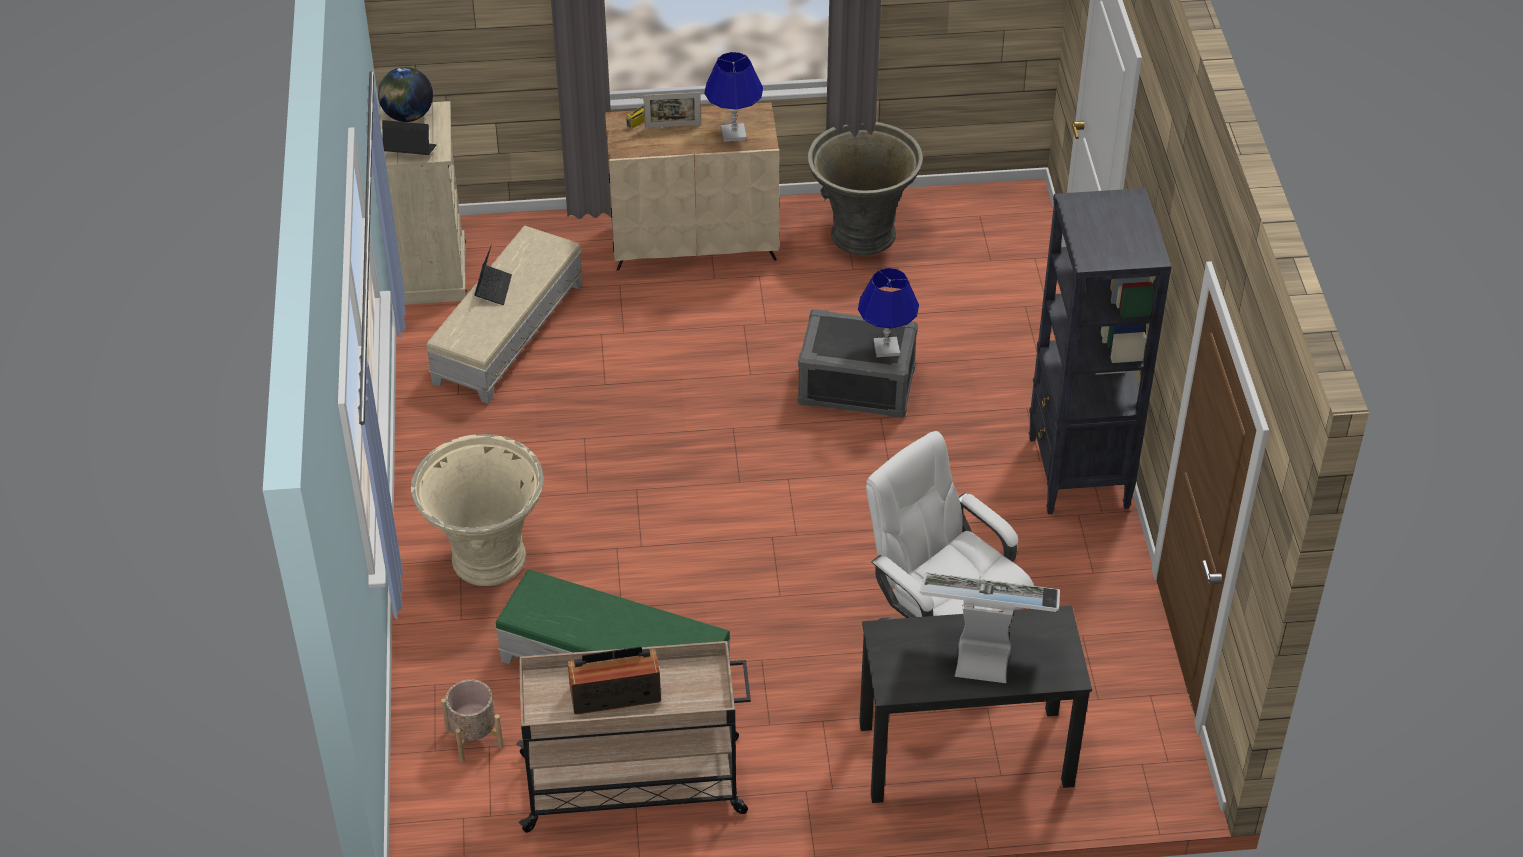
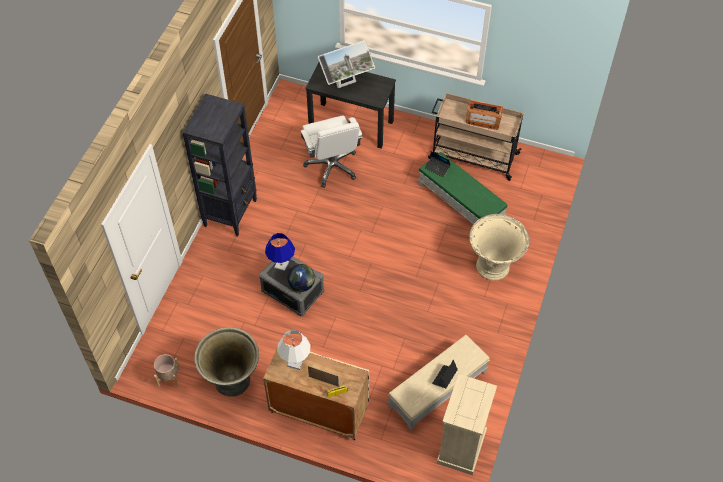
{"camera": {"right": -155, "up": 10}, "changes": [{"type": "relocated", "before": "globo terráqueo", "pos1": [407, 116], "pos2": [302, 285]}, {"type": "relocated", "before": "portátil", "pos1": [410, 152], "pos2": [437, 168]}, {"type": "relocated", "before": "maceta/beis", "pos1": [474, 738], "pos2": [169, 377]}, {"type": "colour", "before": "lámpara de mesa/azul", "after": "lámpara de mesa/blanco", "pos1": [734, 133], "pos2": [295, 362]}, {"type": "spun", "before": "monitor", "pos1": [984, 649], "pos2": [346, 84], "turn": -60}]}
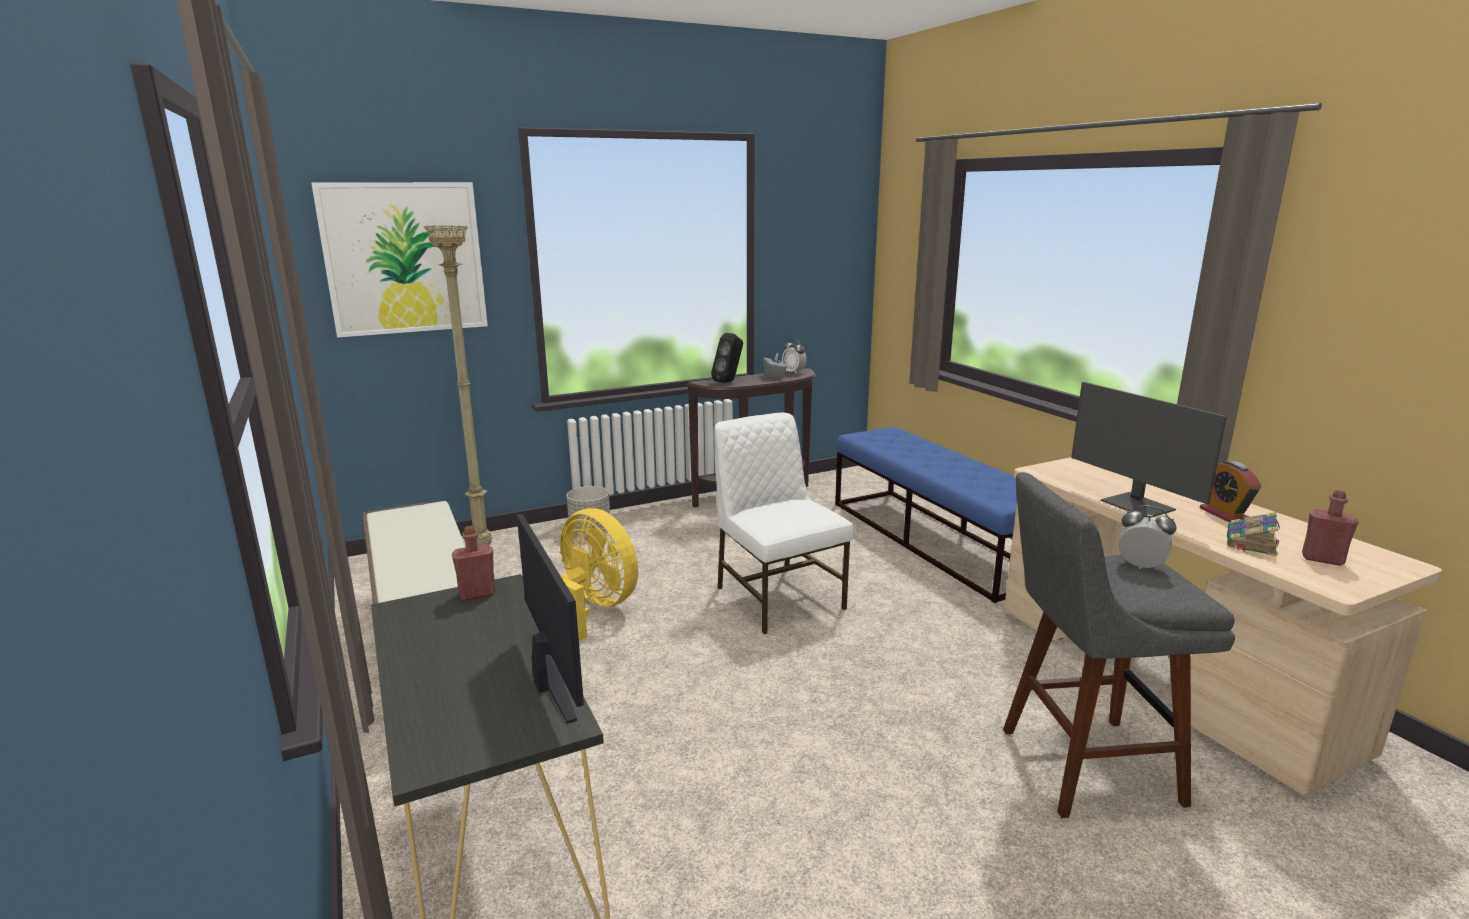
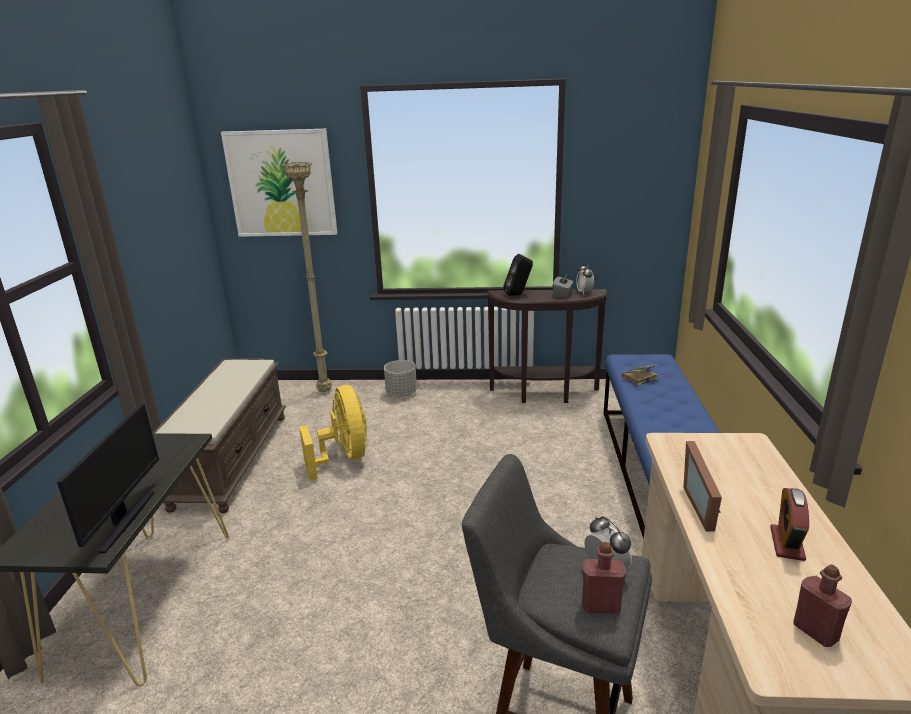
{"camera": {"right": 30, "up": 5}, "changes": [{"type": "missing", "before": "silla/blanco", "pos1": [777, 597]}, {"type": "relocated", "before": "botella/rojo", "pos1": [477, 594], "pos2": [601, 606]}, {"type": "relocated", "before": "libro", "pos1": [1251, 543], "pos2": [639, 378]}, {"type": "exchanged", "before": "monitor", "after": "portarretratos", "pos1": [1136, 506], "pos2": [704, 506]}]}
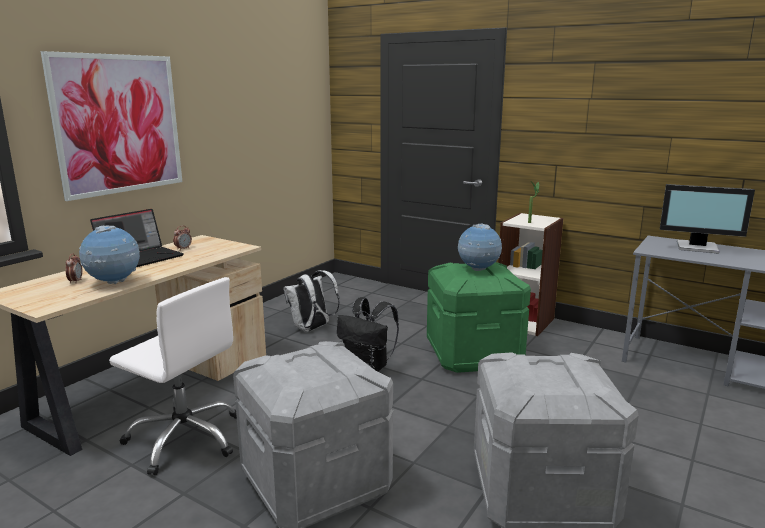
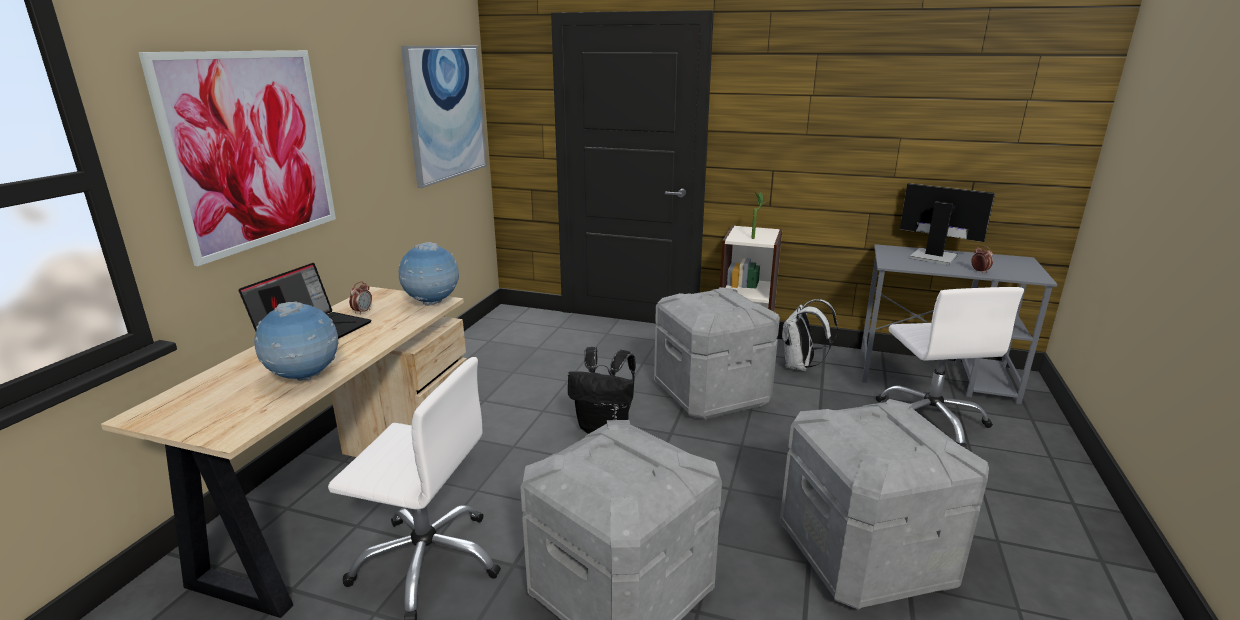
{"camera": {"right": -15, "up": 5}, "changes": [{"type": "appeared", "after": "cuadro", "pos2": [446, 113]}, {"type": "appeared", "after": "silla de oficina/blanco", "pos2": [930, 420]}, {"type": "relocated", "before": "despertador", "pos1": [75, 281], "pos2": [979, 271]}, {"type": "relocated", "before": "mochila/blanco", "pos1": [312, 329], "pos2": [800, 366]}, {"type": "relocated", "before": "globo terráqueo", "pos1": [478, 270], "pos2": [432, 303]}, {"type": "colour", "before": "caja de almacenaje/verde", "after": "caja de almacenaje/gris", "pos1": [472, 354], "pos2": [710, 394]}, {"type": "spun", "before": "monitor", "pos1": [698, 247], "pos2": [933, 256], "turn": -150}]}
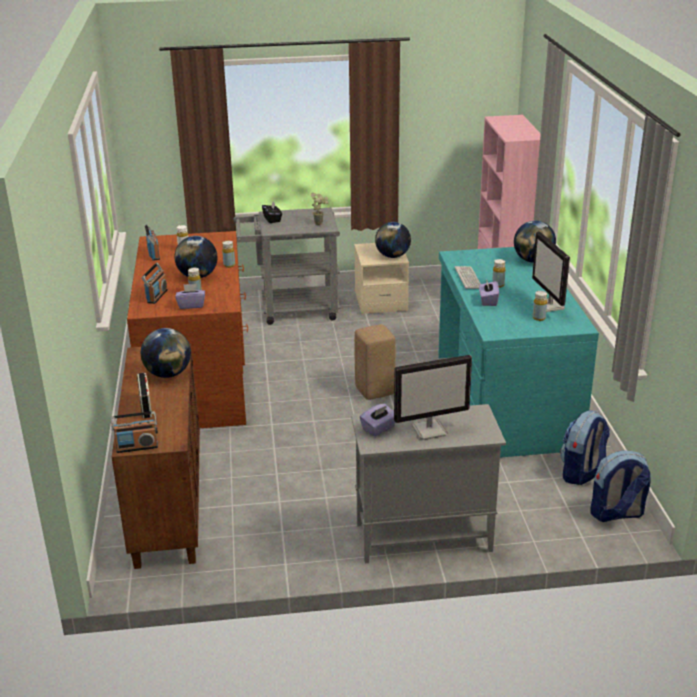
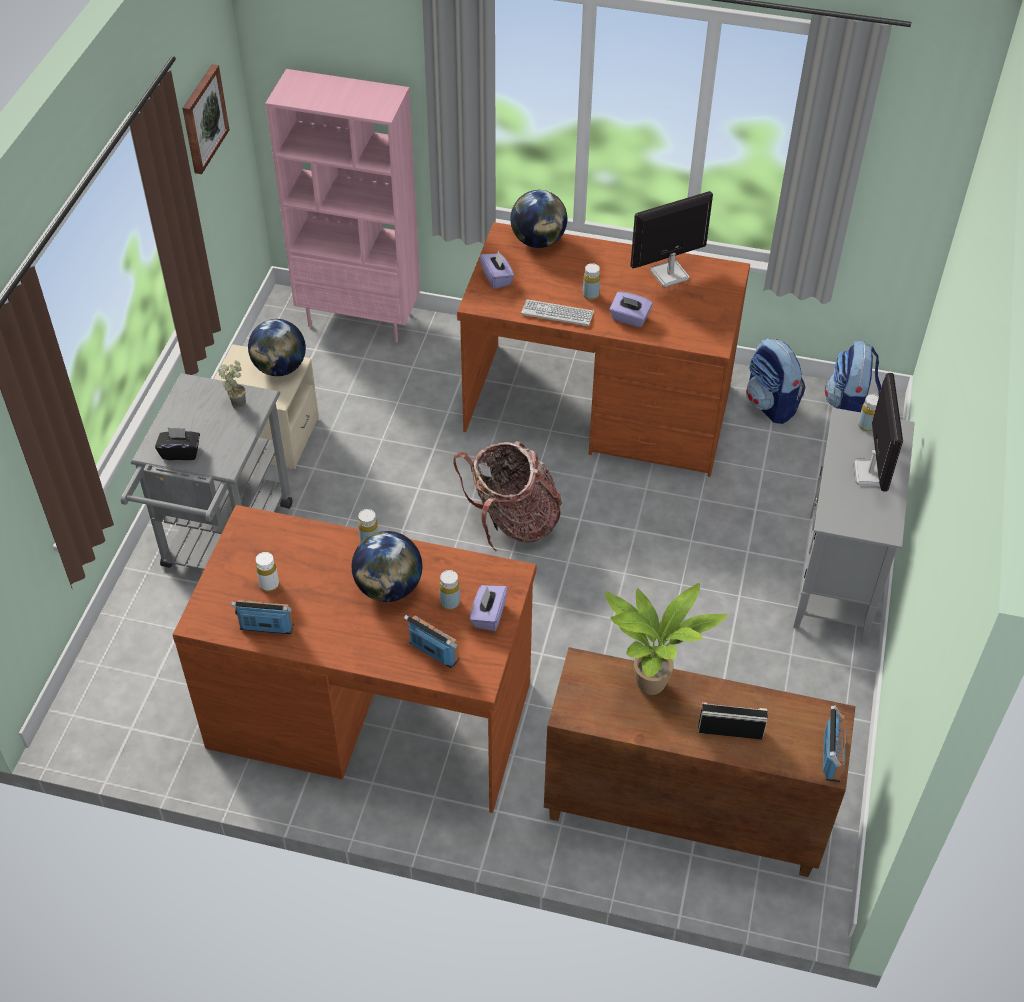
{"camera": {"right": -70, "up": 20}, "changes": [{"type": "appeared", "after": "cuadro", "pos2": [203, 118]}, {"type": "relocated", "before": "caja de pañuelos/morado", "pos1": [379, 428], "pos2": [497, 278]}, {"type": "relocated", "before": "botella/amarillo", "pos1": [539, 318], "pos2": [866, 425]}, {"type": "exchanged", "before": "globo terráqueo", "after": "planta en maceta", "pos1": [168, 374], "pos2": [651, 689]}, {"type": "exchanged", "before": "taburete/beis", "after": "mochila", "pos1": [374, 391], "pos2": [513, 522]}, {"type": "colour", "before": "escritorio/turquesa", "after": "escritorio/marrón", "pos1": [504, 401], "pos2": [598, 409]}, {"type": "spun", "before": "monitor", "pos1": [549, 306], "pos2": [668, 275], "turn": 150}]}
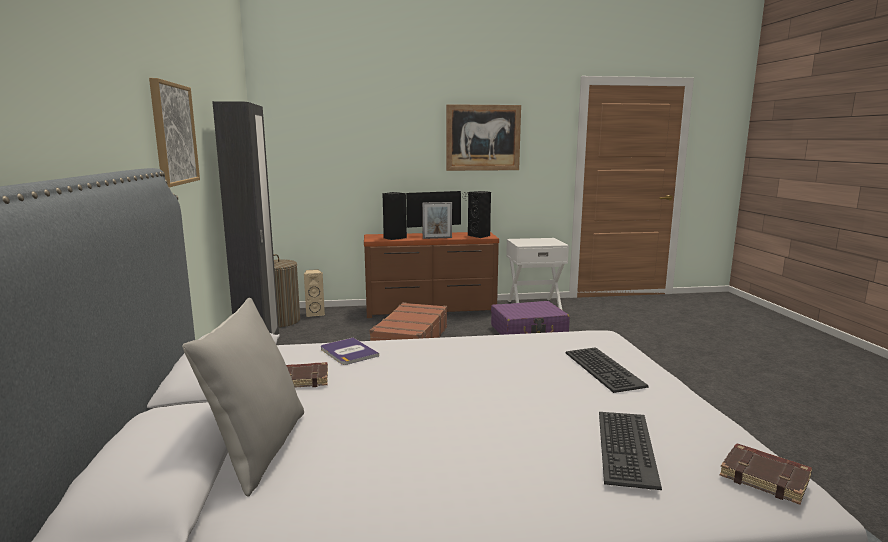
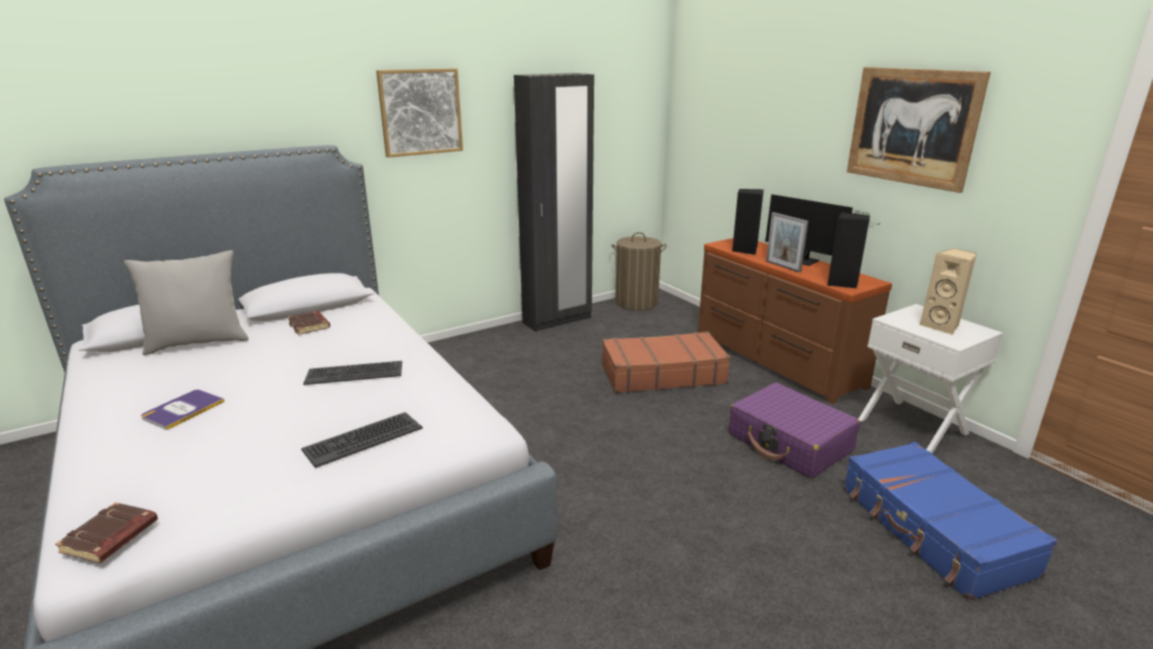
{"camera": {"right": 65, "up": 10}, "changes": [{"type": "appeared", "after": "maleta/azul", "pos2": [933, 531]}, {"type": "relocated", "before": "altavoz/beis", "pos1": [315, 313], "pos2": [942, 326]}, {"type": "relocated", "before": "libro", "pos1": [348, 352], "pos2": [183, 410]}, {"type": "relocated", "before": "teclado", "pos1": [624, 448], "pos2": [354, 373]}]}
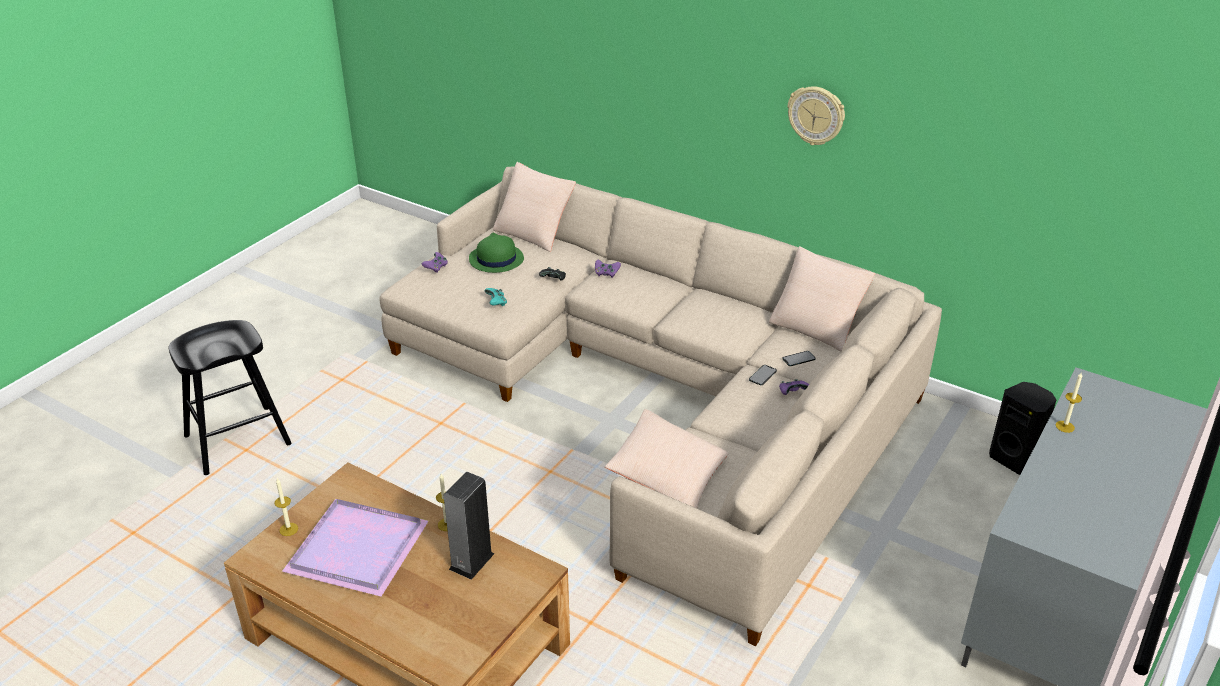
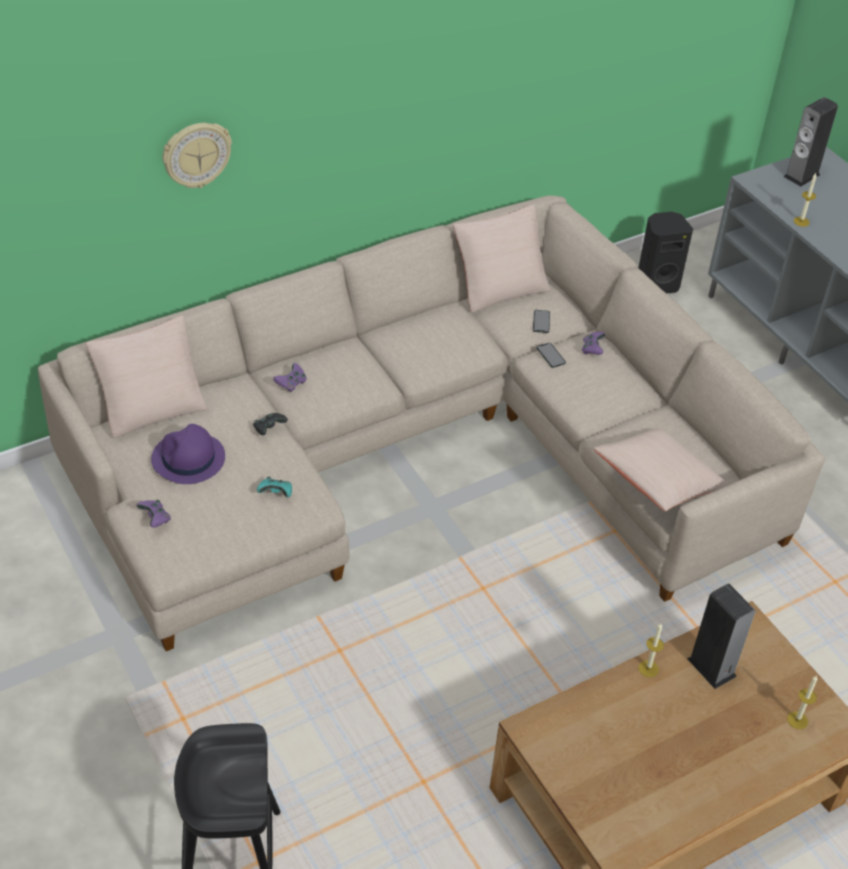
{"camera": {"right": -65, "up": 10}, "changes": [{"type": "missing", "before": "bandeja/morado", "pos1": [360, 548]}, {"type": "appeared", "after": "altavoz", "pos2": [801, 175]}, {"type": "relocated", "before": "vela", "pos1": [288, 529], "pos2": [797, 720]}, {"type": "relocated", "before": "reloj de pared", "pos1": [816, 115], "pos2": [196, 154]}, {"type": "colour", "before": "sombrero/verde", "after": "sombrero/morado", "pos1": [496, 259], "pos2": [188, 459]}]}
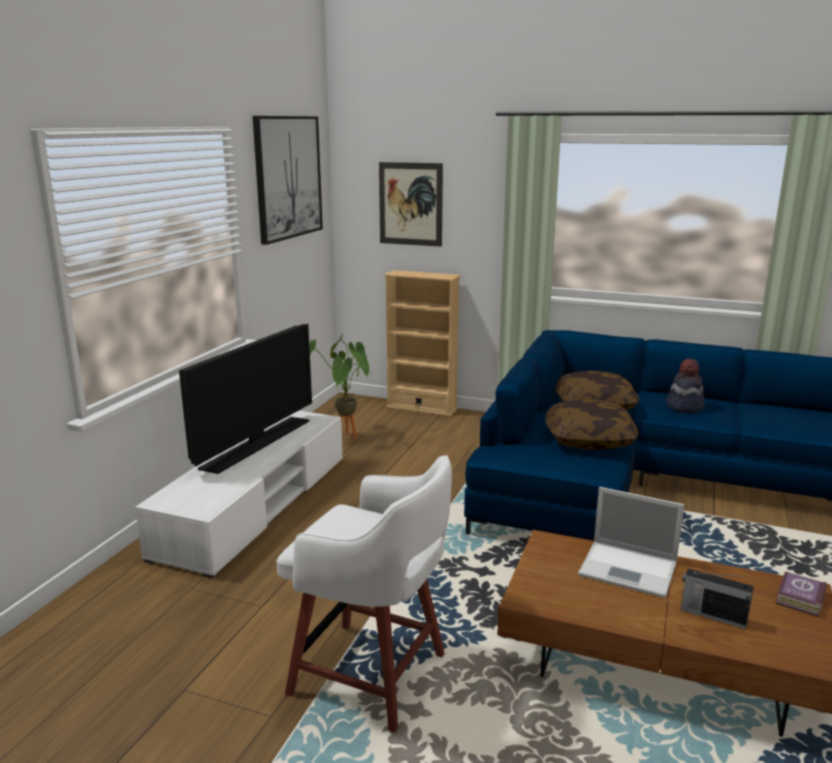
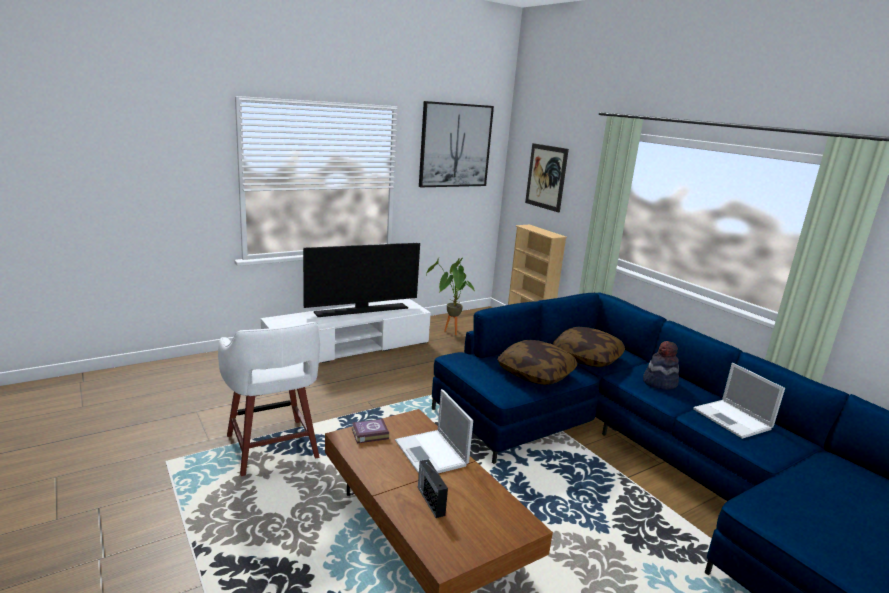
{"camera": {"right": 35, "up": 0}, "changes": [{"type": "appeared", "after": "portátil", "pos2": [733, 419]}, {"type": "relocated", "before": "libro", "pos1": [799, 598], "pos2": [369, 433]}]}
